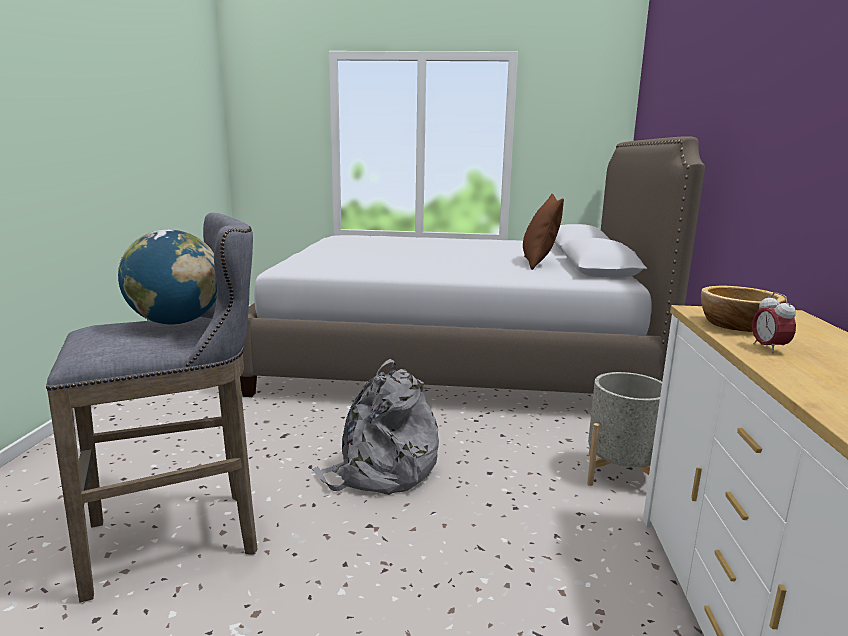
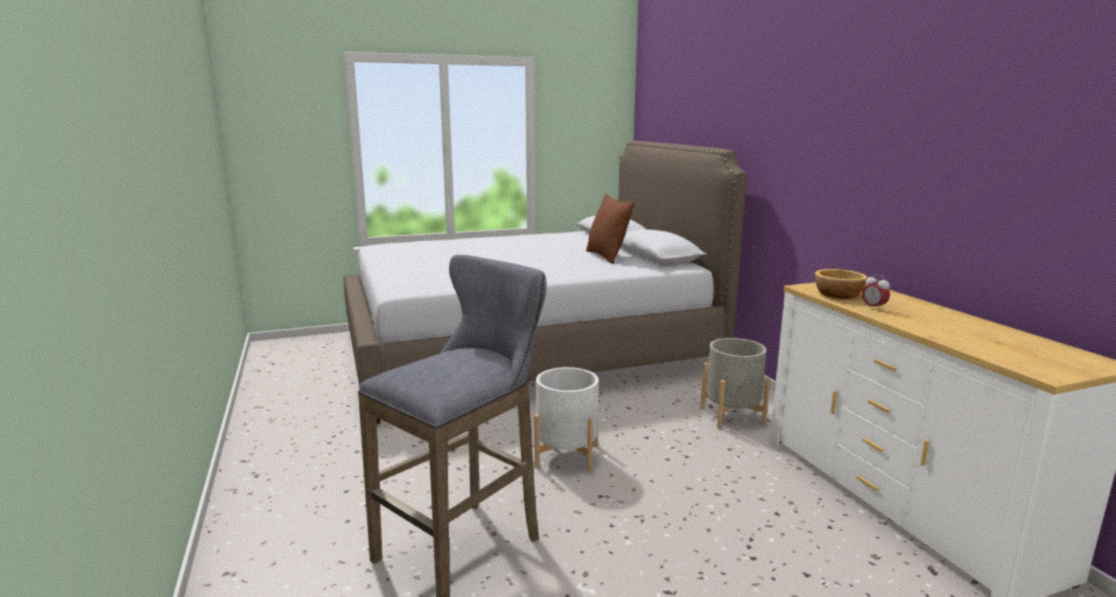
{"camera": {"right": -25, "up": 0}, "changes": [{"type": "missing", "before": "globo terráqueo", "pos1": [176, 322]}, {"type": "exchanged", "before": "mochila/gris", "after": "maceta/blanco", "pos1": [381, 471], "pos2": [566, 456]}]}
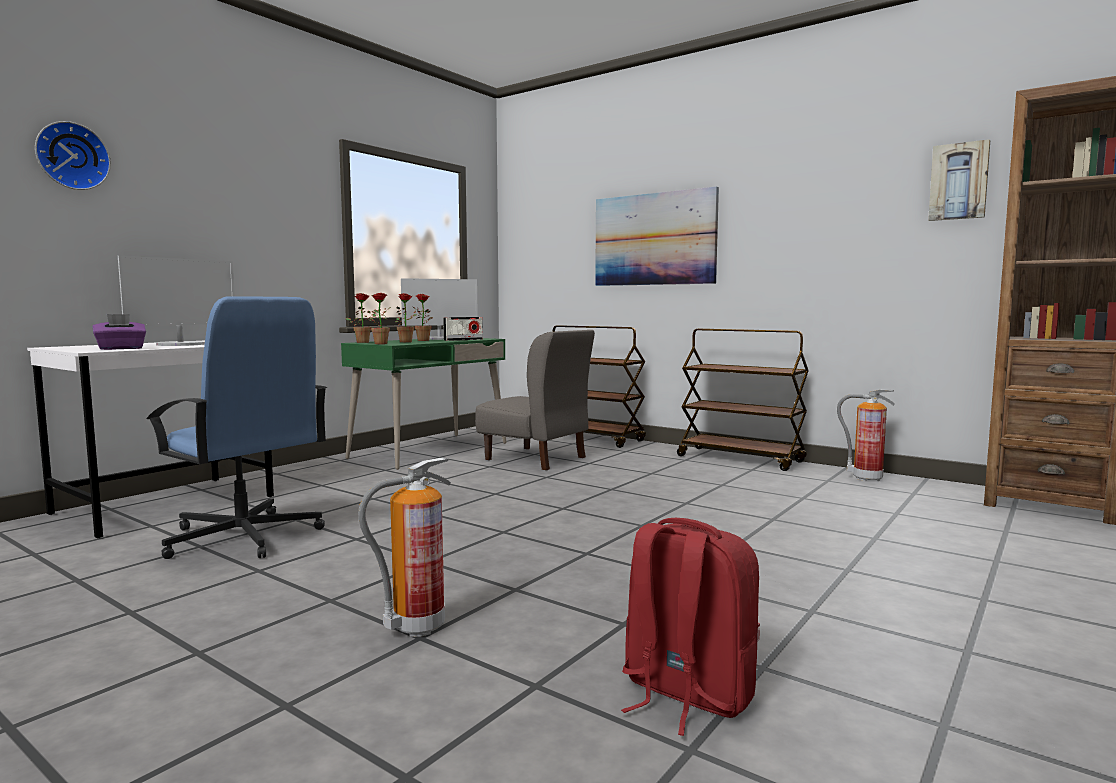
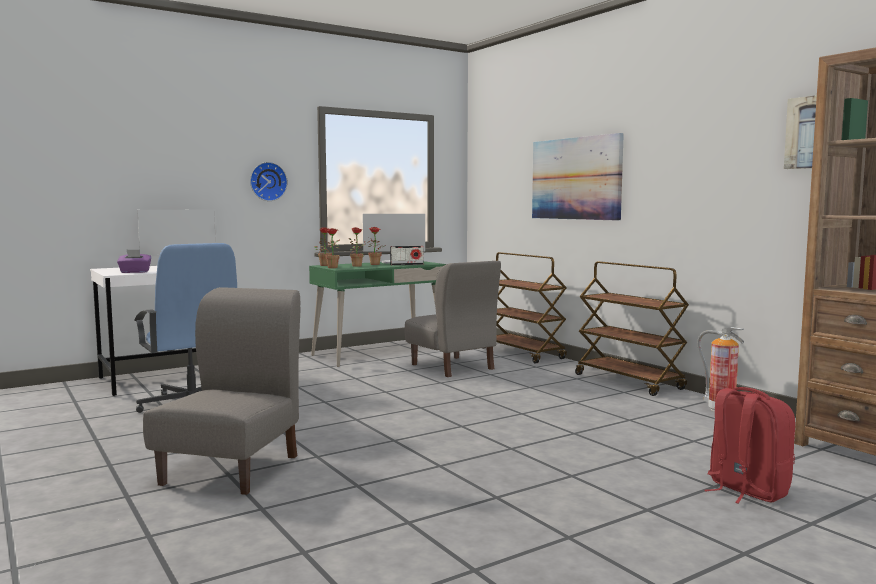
{"camera": {"right": 20, "up": 0}, "changes": [{"type": "relocated", "before": "reloj de pared", "pos1": [71, 156], "pos2": [267, 181]}, {"type": "relocated", "before": "mochila/rojo", "pos1": [685, 694], "pos2": [745, 490]}, {"type": "exchanged", "before": "extintor", "after": "silla/gris", "pos1": [416, 628], "pos2": [232, 469]}]}
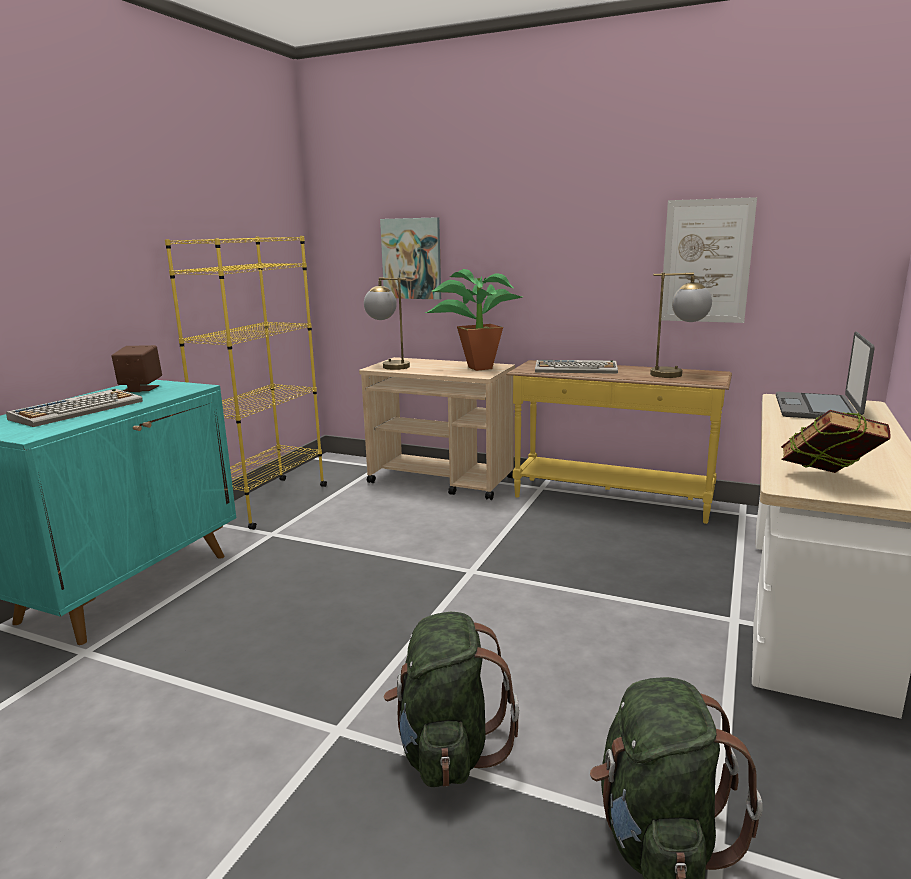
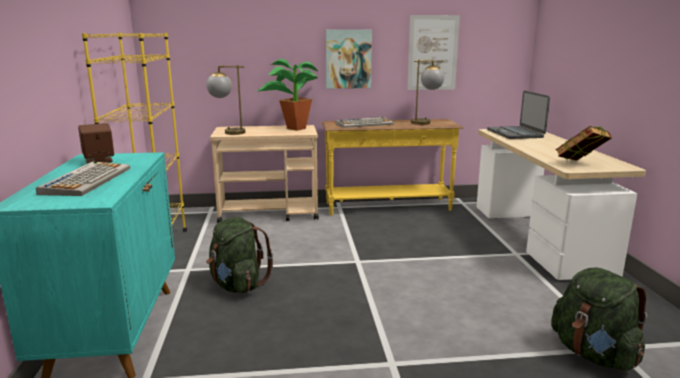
{"camera": {"right": -30, "up": 0}, "changes": [{"type": "relocated", "before": "cuadro", "pos1": [412, 258], "pos2": [348, 59]}, {"type": "relocated", "before": "mochila/verde", "pos1": [447, 750], "pos2": [237, 285]}]}
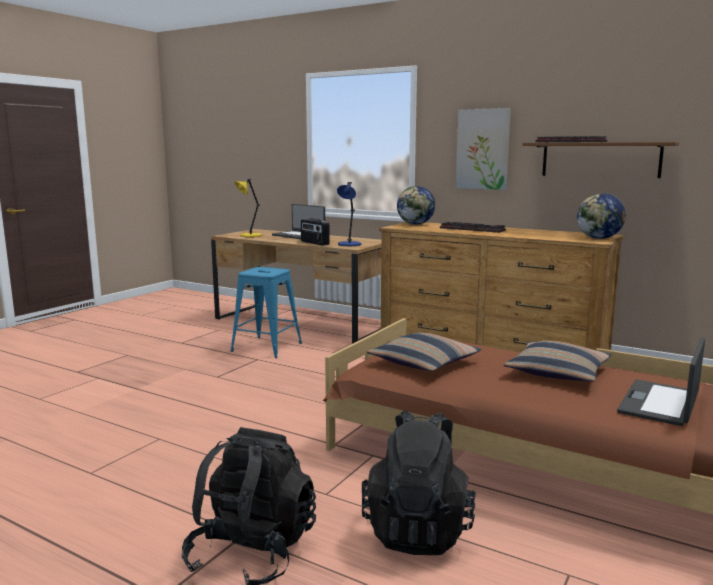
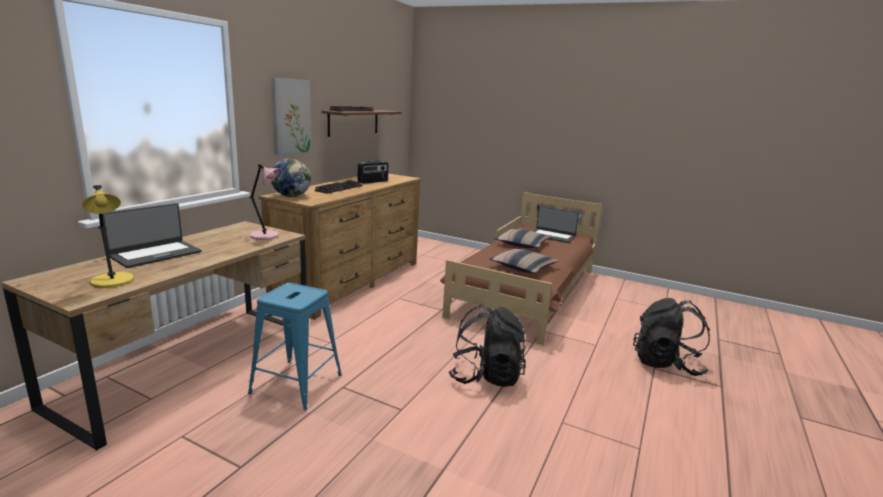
{"camera": {"right": -95, "up": 5}, "changes": [{"type": "missing", "before": "globo terráqueo", "pos1": [599, 238]}, {"type": "relocated", "before": "radio", "pos1": [314, 243], "pos2": [373, 182]}, {"type": "relocated", "before": "mochila/negro", "pos1": [418, 530], "pos2": [486, 376]}, {"type": "colour", "before": "lámpara de mesa/azul", "after": "lámpara de mesa/rosa", "pos1": [349, 244], "pos2": [266, 236]}]}
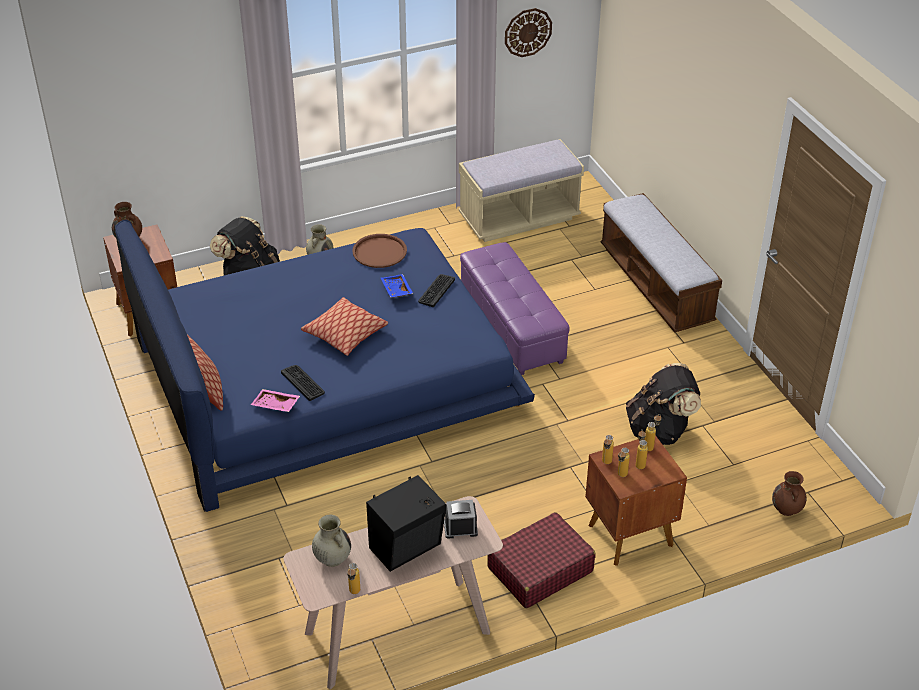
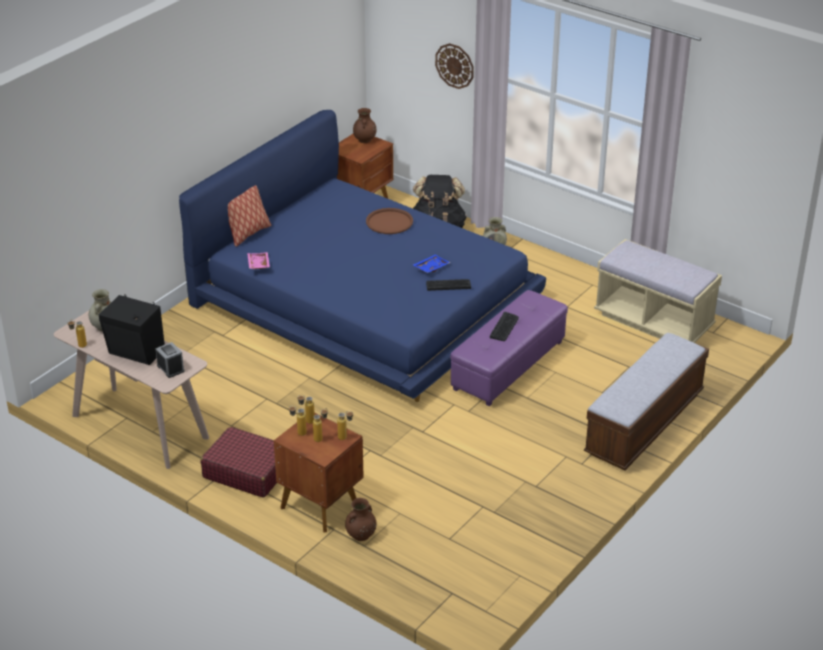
{"camera": {"right": 60, "up": -5}, "changes": [{"type": "missing", "before": "cojín", "pos1": [345, 334]}, {"type": "missing", "before": "mochila/negro", "pos1": [659, 430]}, {"type": "relocated", "before": "teclado", "pos1": [303, 382], "pos2": [504, 327]}, {"type": "relocated", "before": "bandeja/marrón", "pos1": [379, 252], "pos2": [389, 222]}, {"type": "relocated", "before": "reloj de pared", "pos1": [527, 32], "pos2": [454, 65]}, {"type": "relocated", "before": "florero/marrón", "pos1": [786, 509], "pos2": [360, 535]}]}
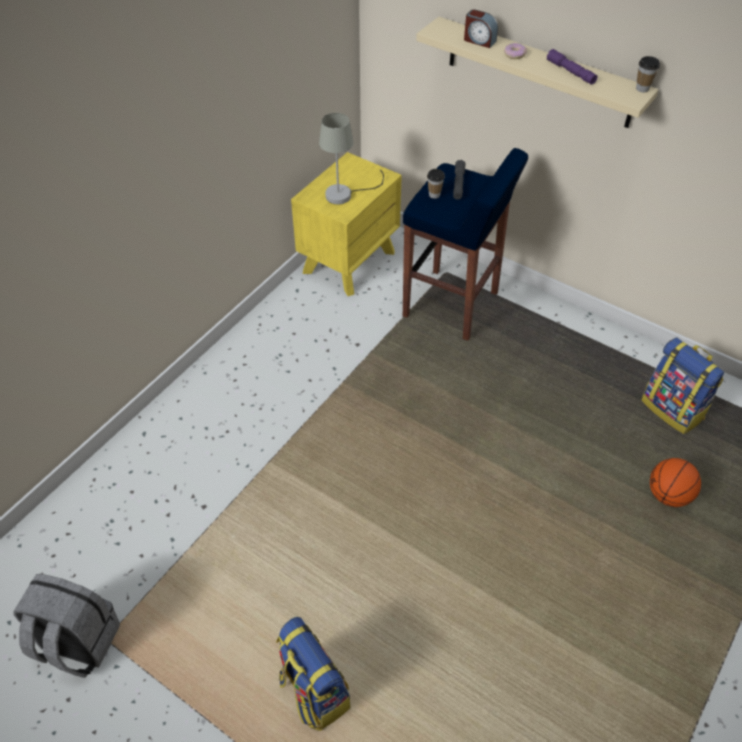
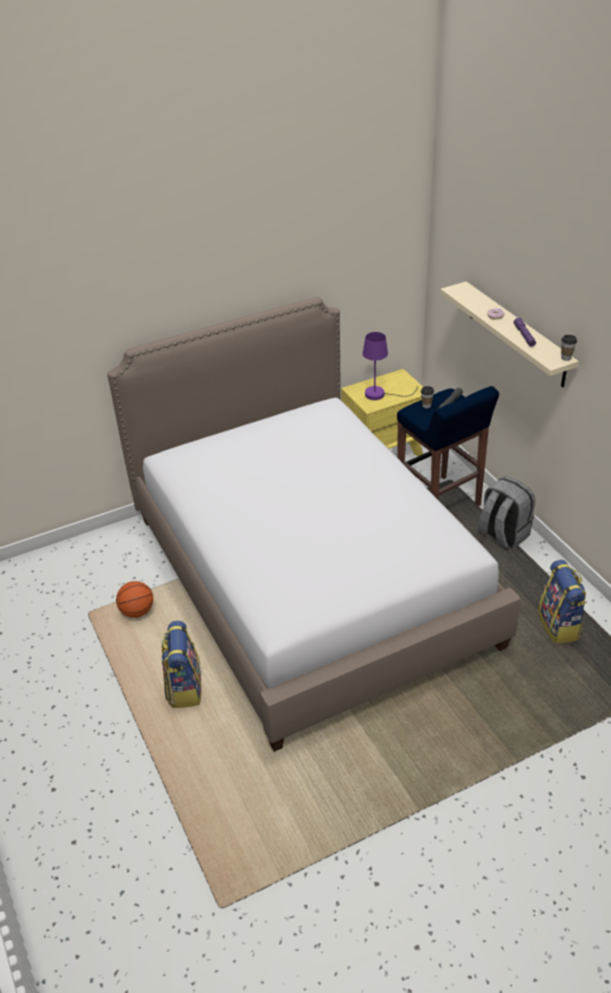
{"camera": {"right": 30, "up": -10}, "changes": [{"type": "missing", "before": "despertador", "pos1": [479, 40]}, {"type": "appeared", "after": "cama", "pos2": [309, 578]}, {"type": "relocated", "before": "mochila/gris", "pos1": [77, 643], "pos2": [502, 535]}, {"type": "relocated", "before": "balón de baloncesto", "pos1": [668, 495], "pos2": [137, 612]}, {"type": "colour", "before": "lámpara de mesa/gris", "after": "lámpara de mesa/morado", "pos1": [345, 193], "pos2": [381, 394]}]}
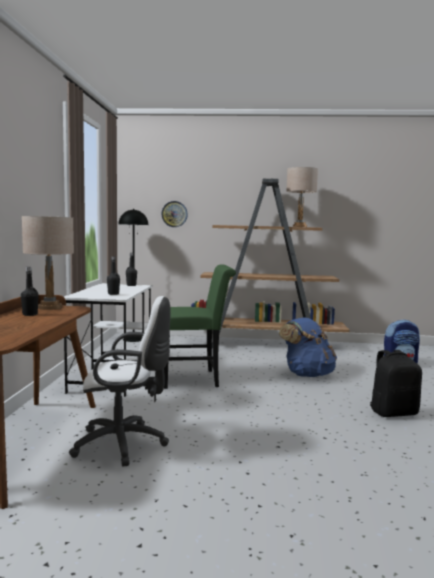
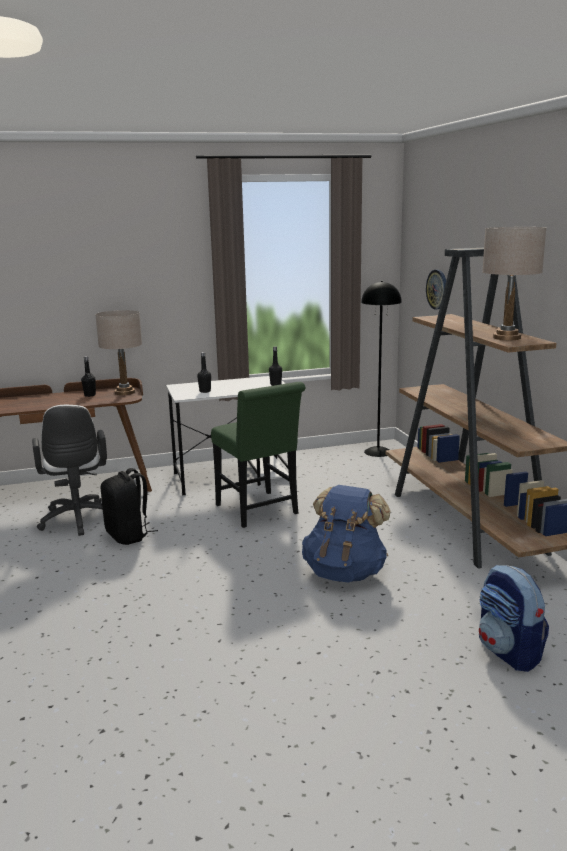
{"camera": {"right": 70, "up": 10}, "changes": [{"type": "relocated", "before": "mochila/negro", "pos1": [393, 412], "pos2": [128, 536]}]}
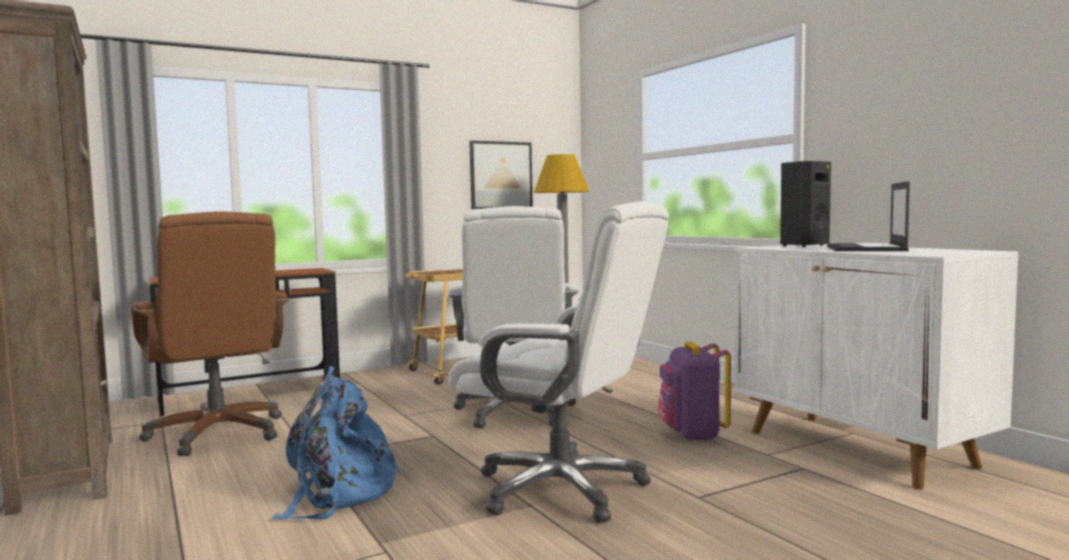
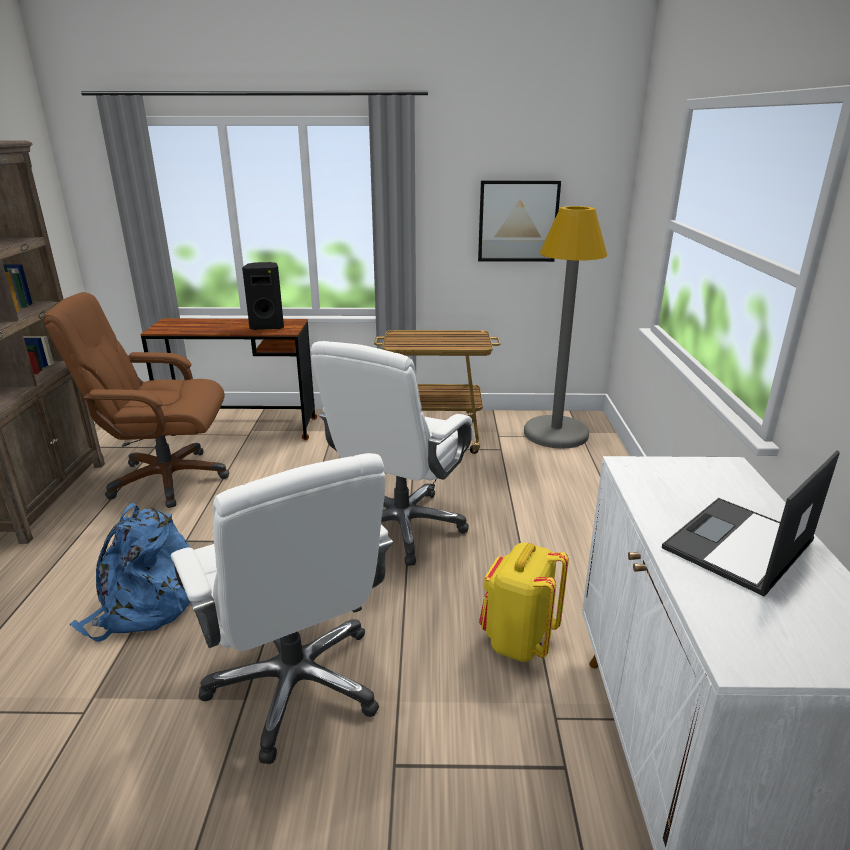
{"camera": {"right": 30, "up": 20}, "changes": [{"type": "relocated", "before": "altavoz/negro", "pos1": [802, 245], "pos2": [268, 326]}, {"type": "colour", "before": "mochila/morado", "after": "mochila/amarillo", "pos1": [692, 435], "pos2": [518, 640]}, {"type": "spun", "before": "silla de oficina/marrón", "pos1": [218, 434], "pos2": [167, 479], "turn": 90}]}
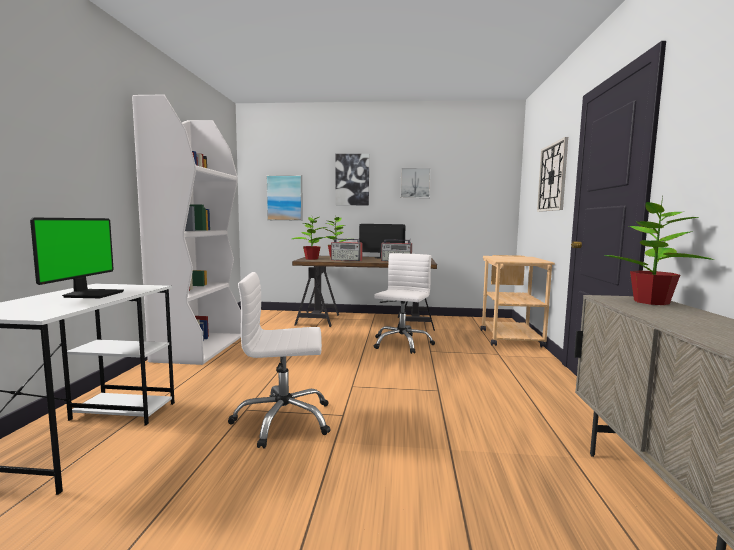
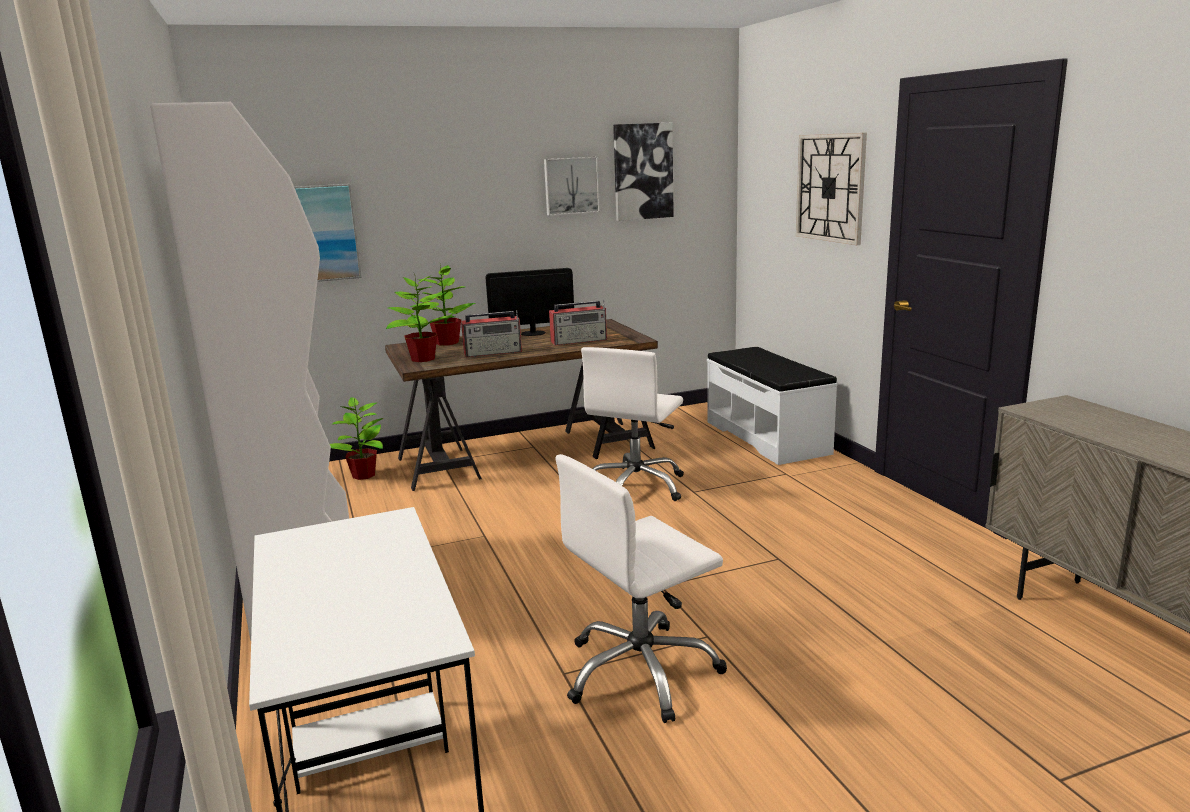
{"camera": {"right": -25, "up": 10}, "changes": [{"type": "missing", "before": "monitor", "pos1": [92, 294]}, {"type": "relocated", "before": "cuadro", "pos1": [352, 179], "pos2": [642, 171]}, {"type": "relocated", "before": "planta en maceta", "pos1": [651, 302], "pos2": [363, 475]}, {"type": "exchanged", "before": "carrito/beis", "after": "banco/blanco", "pos1": [509, 336], "pos2": [767, 437]}, {"type": "spun", "before": "silla de oficina/blanco", "pos1": [401, 343], "pos2": [636, 487], "turn": -150}]}
